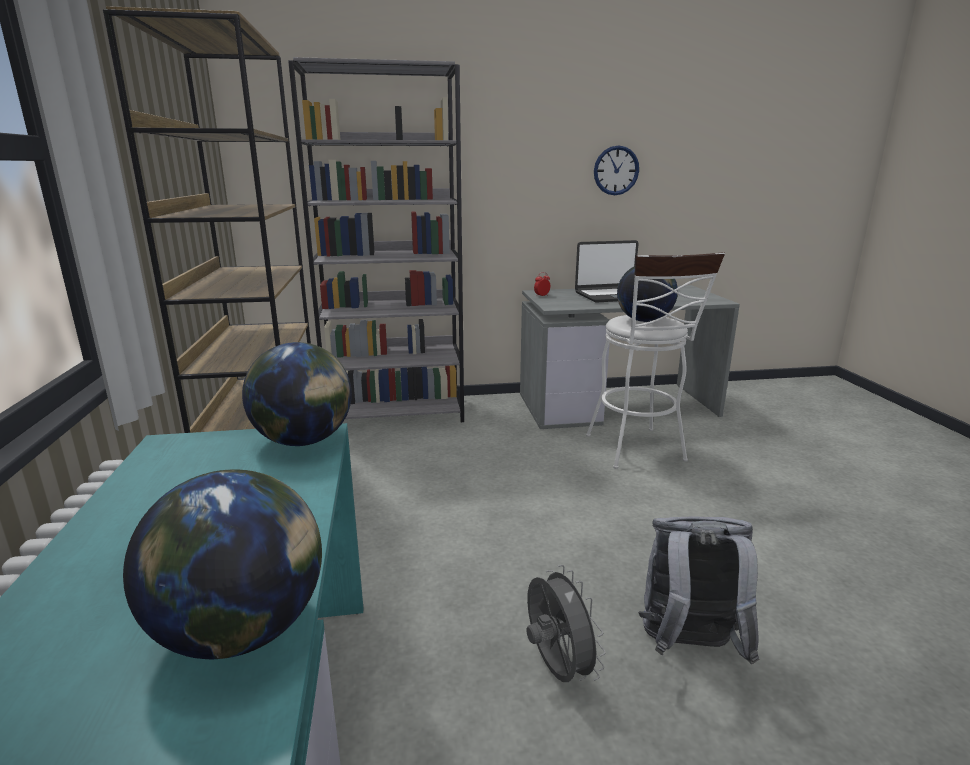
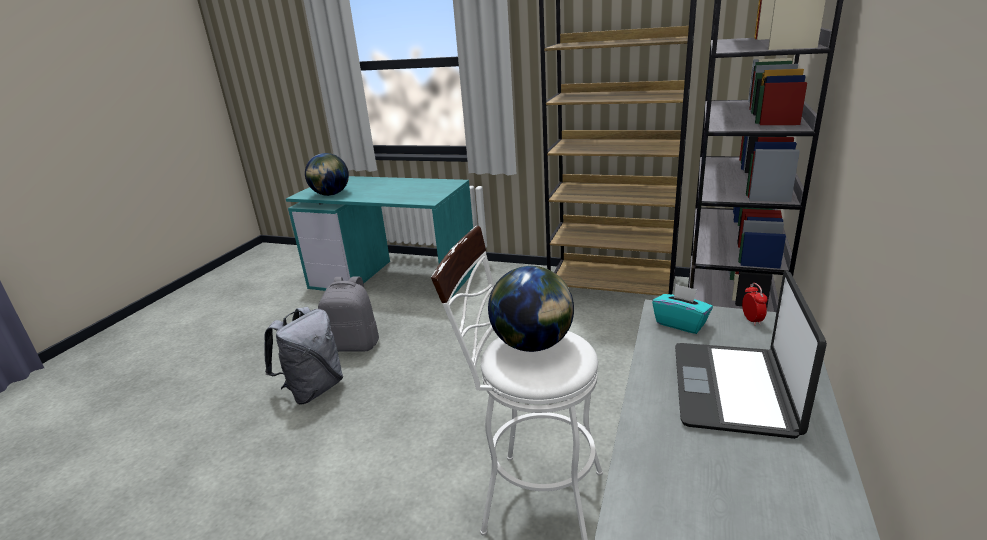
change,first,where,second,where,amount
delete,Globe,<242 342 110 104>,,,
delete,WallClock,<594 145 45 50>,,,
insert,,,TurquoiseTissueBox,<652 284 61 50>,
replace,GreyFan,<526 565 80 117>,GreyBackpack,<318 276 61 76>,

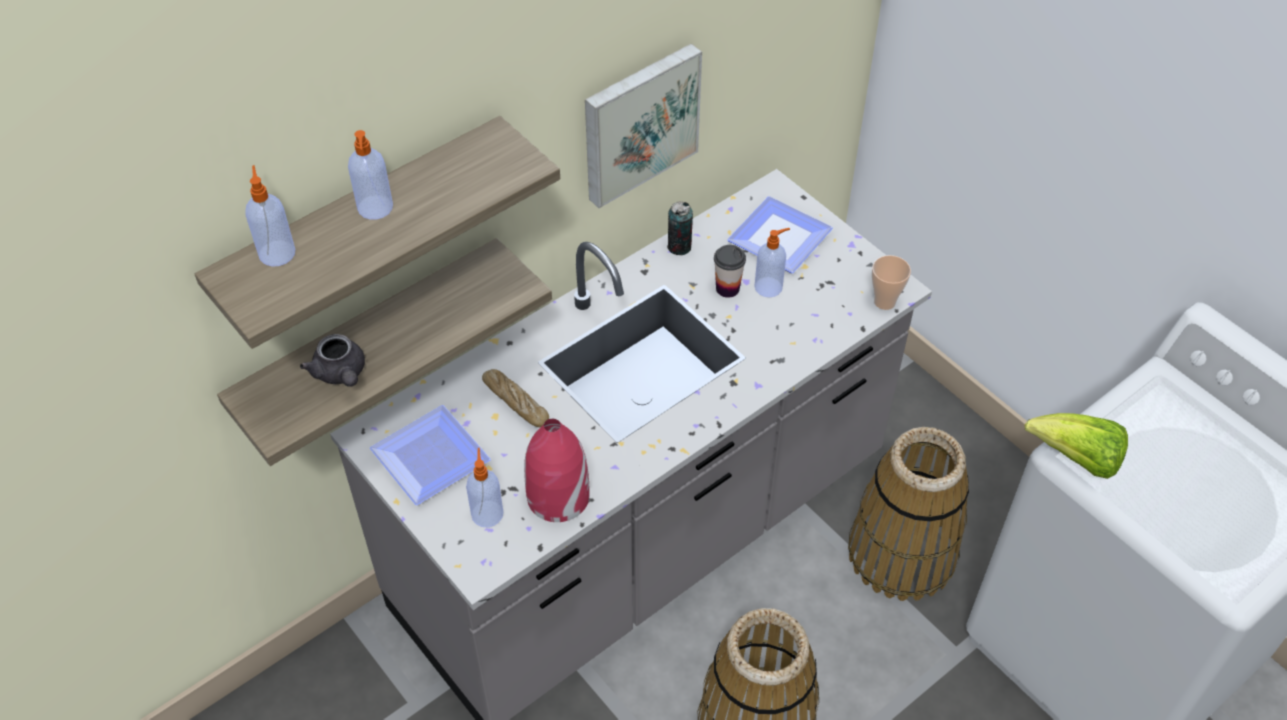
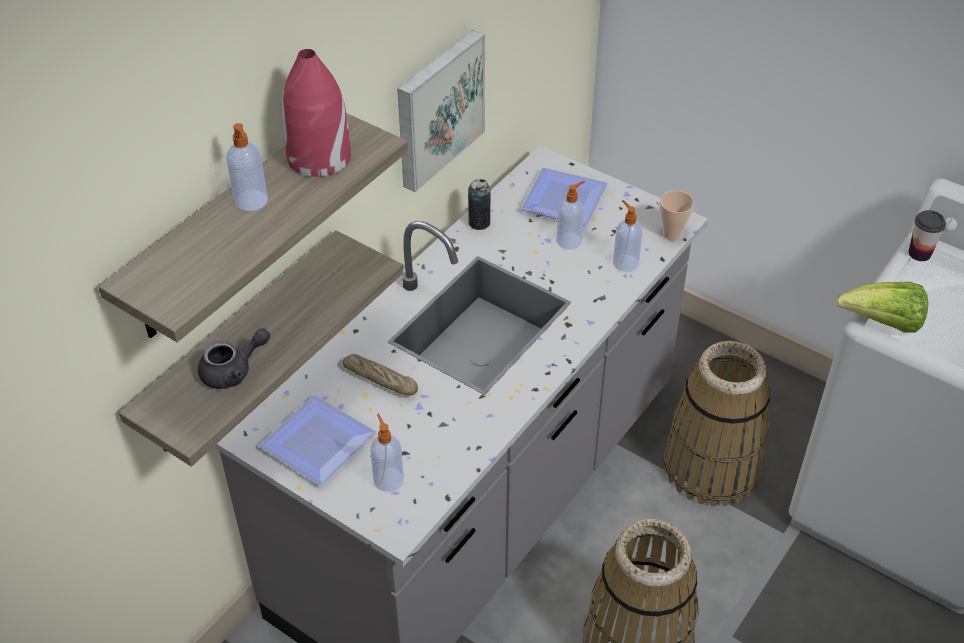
change,first,where,second,where,amount
move,SoapDispenser,<245 165 50 102>,,<613 200 29 72>,
move,RedVase,<524 419 66 103>,,<281 49 70 128>,
move,Cup,<714 245 32 53>,,<908 210 38 51>,
rotate,GreyTeapot,<300 334 65 53>,,<198 328 72 61>,75 degrees counterclockwise

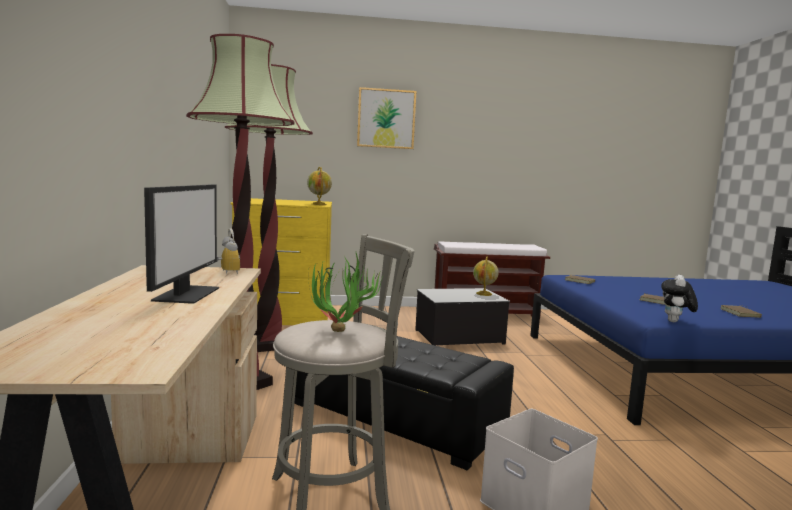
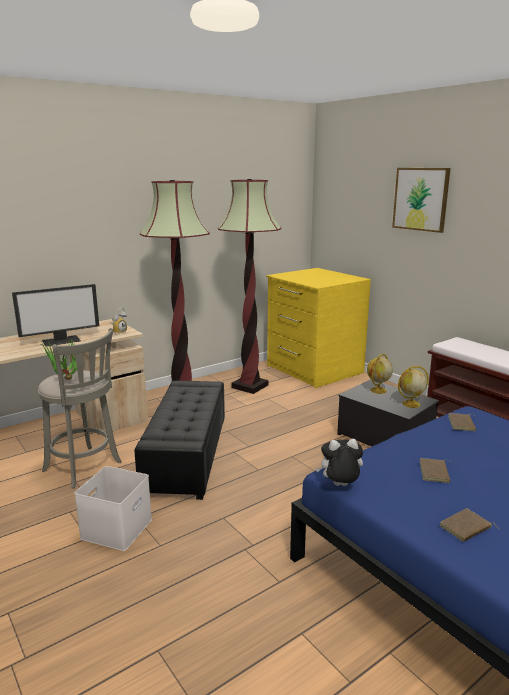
change,first,where,second,where,amount
move,Globe,<307 167 25 38>,,<367 354 26 40>,

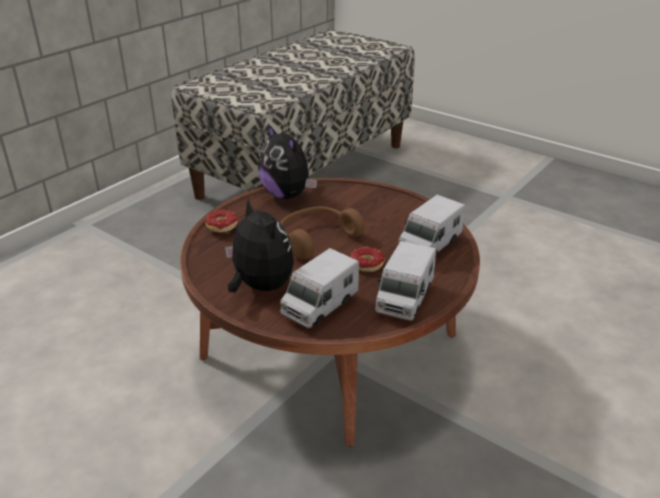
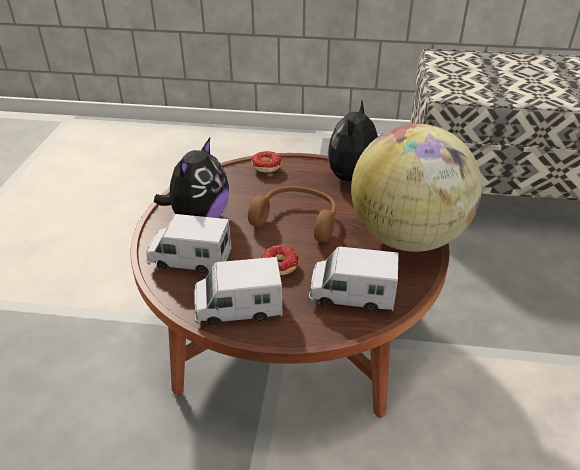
change,first,where,second,where,amount
insert,,,Globe,<351 124 131 128>,

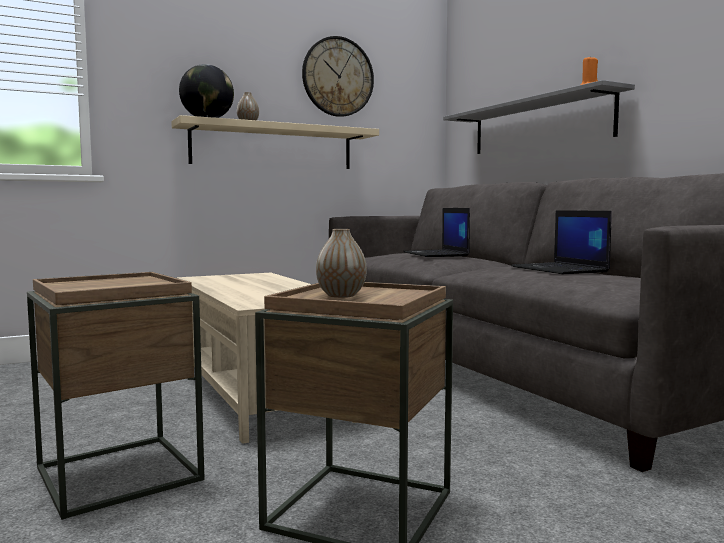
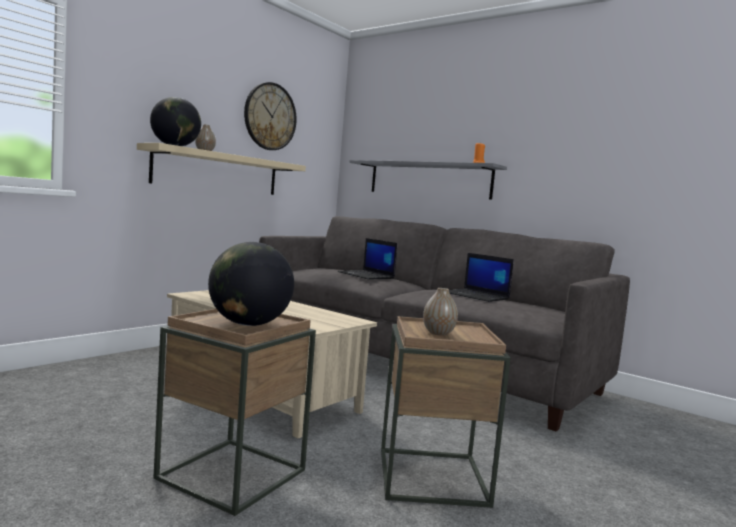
change,first,where,second,where,amount
insert,,,Globe,<208 242 86 84>,

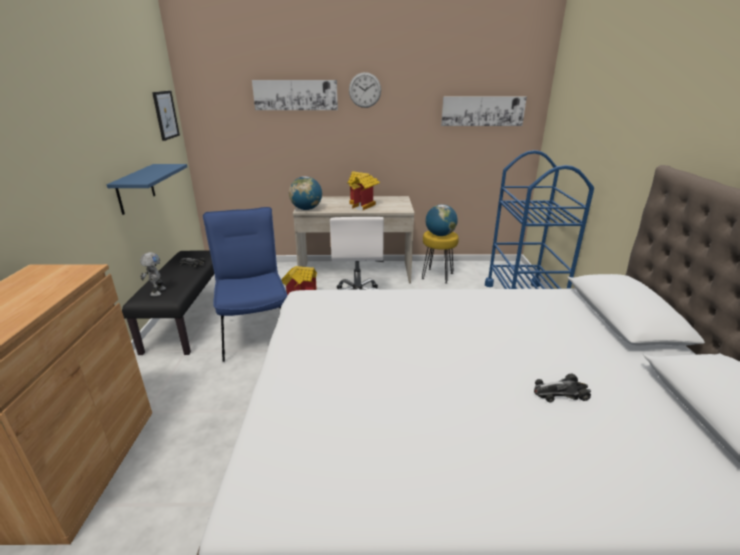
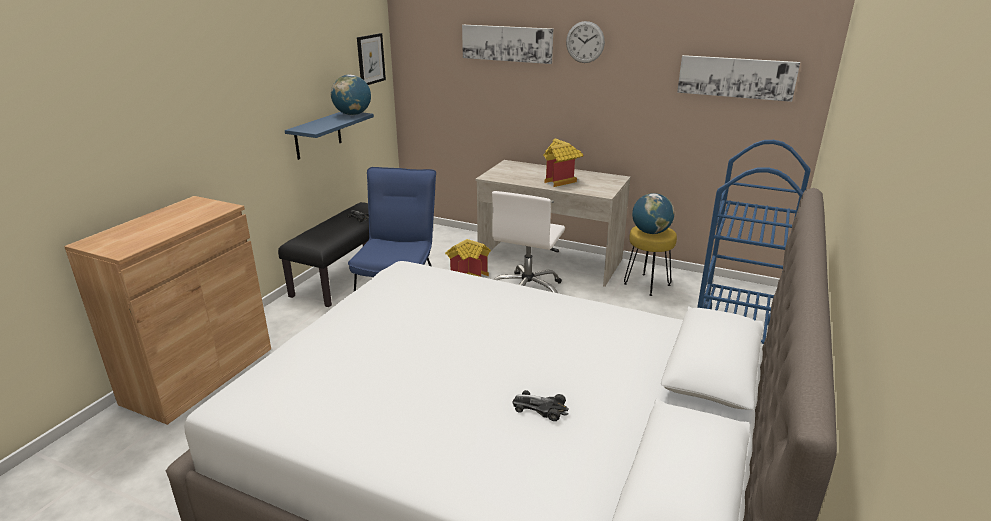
change,first,where,second,where,amount
delete,ToyRobot,<140 252 26 44>,,,
move,Globe,<289 176 33 34>,,<331 75 40 40>,

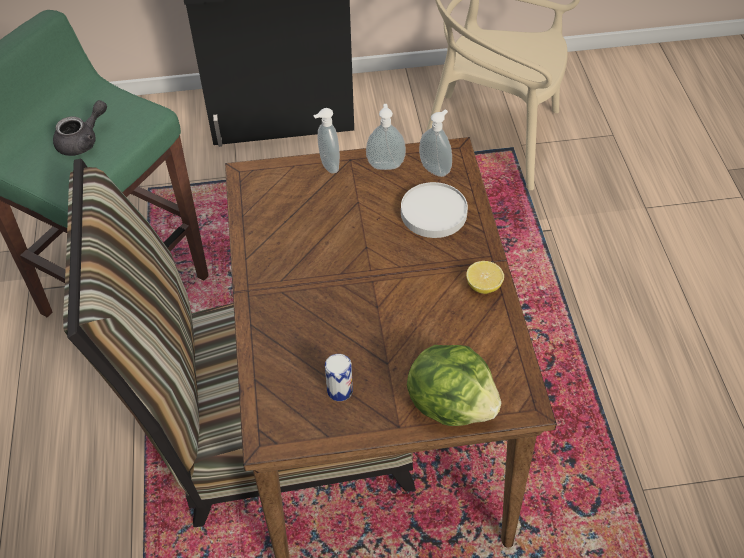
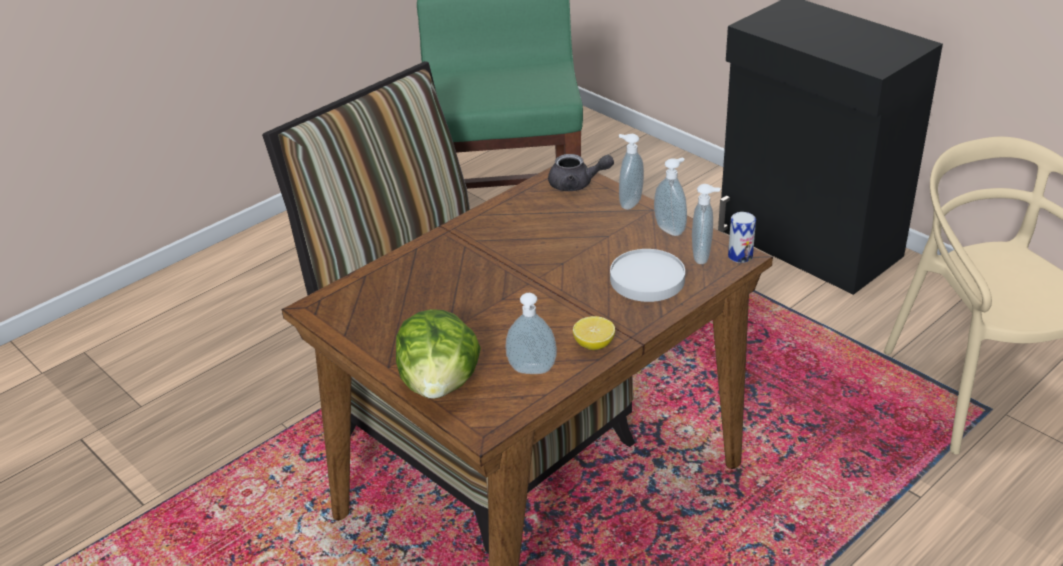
change,first,where,second,where,amount
insert,,,SoapDispenser,<505 293 52 81>,
move,GreyTeapot,<53 100 54 56>,,<548 154 66 37>,
move,Can,<325 354 28 47>,,<728 212 28 51>,

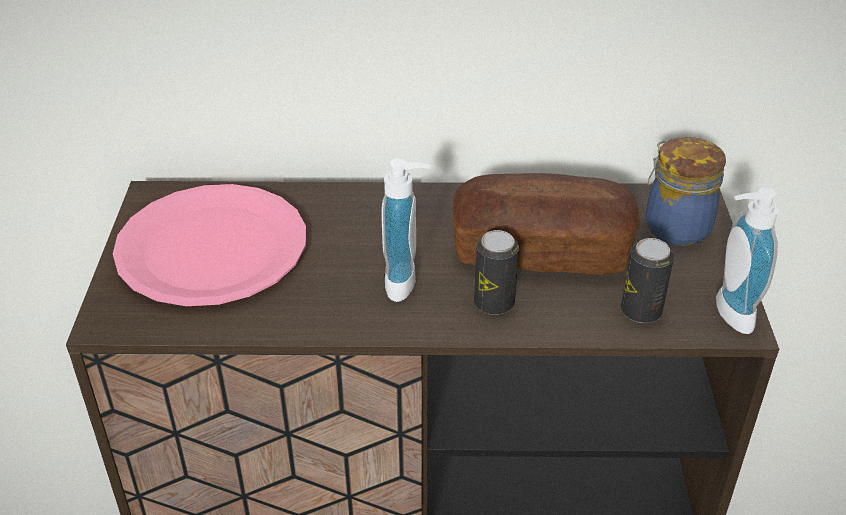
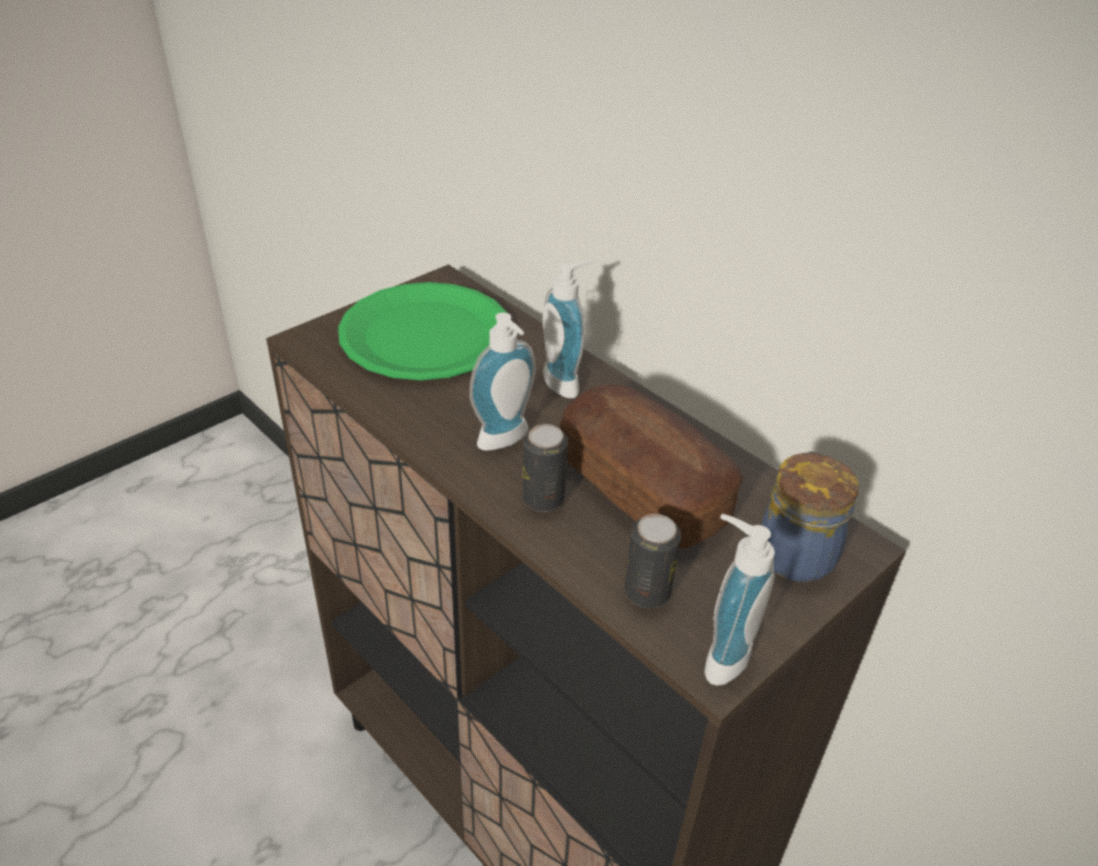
change,first,where,second,where,amount
insert,,,SoapDispenser,<543 260 51 138>,
recolor,PinkPlate,<113 184 193 122>,GreenPlate,<338 282 169 98>,

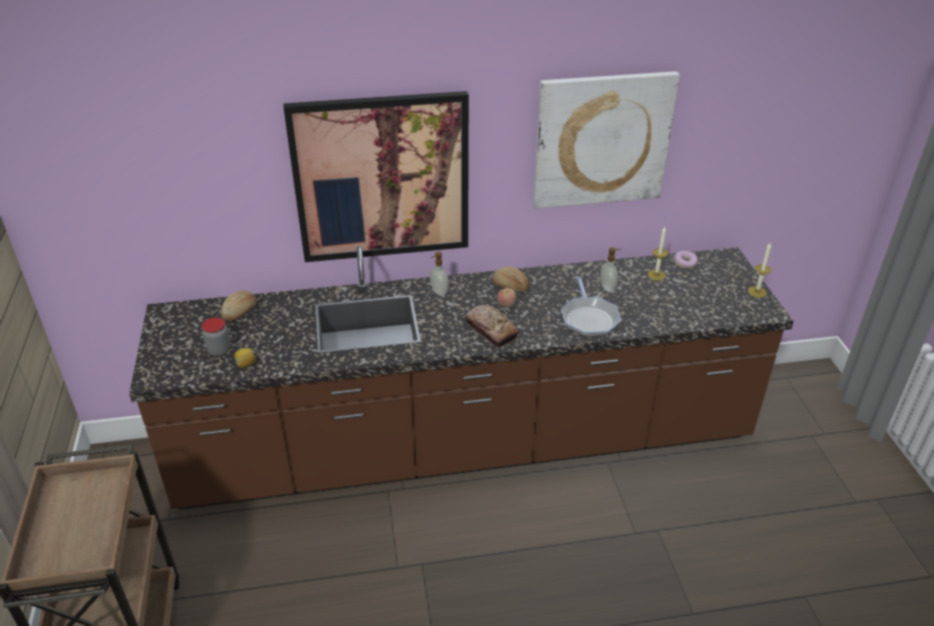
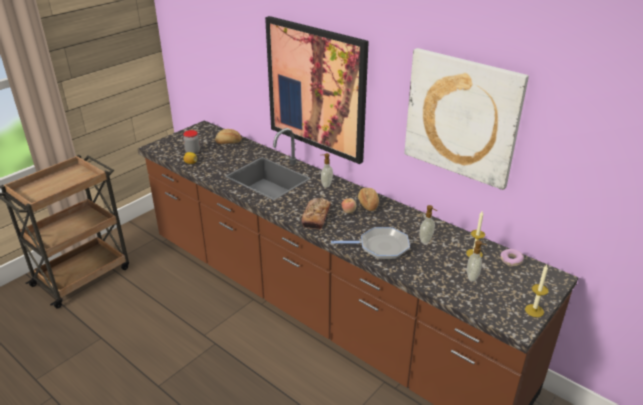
change,first,where,second,where,amount
insert,,,SoapDispenser,<467 240 20 41>,
rotate,FryingPan,<561 277 60 60>,,<331 227 79 32>,135 degrees counterclockwise

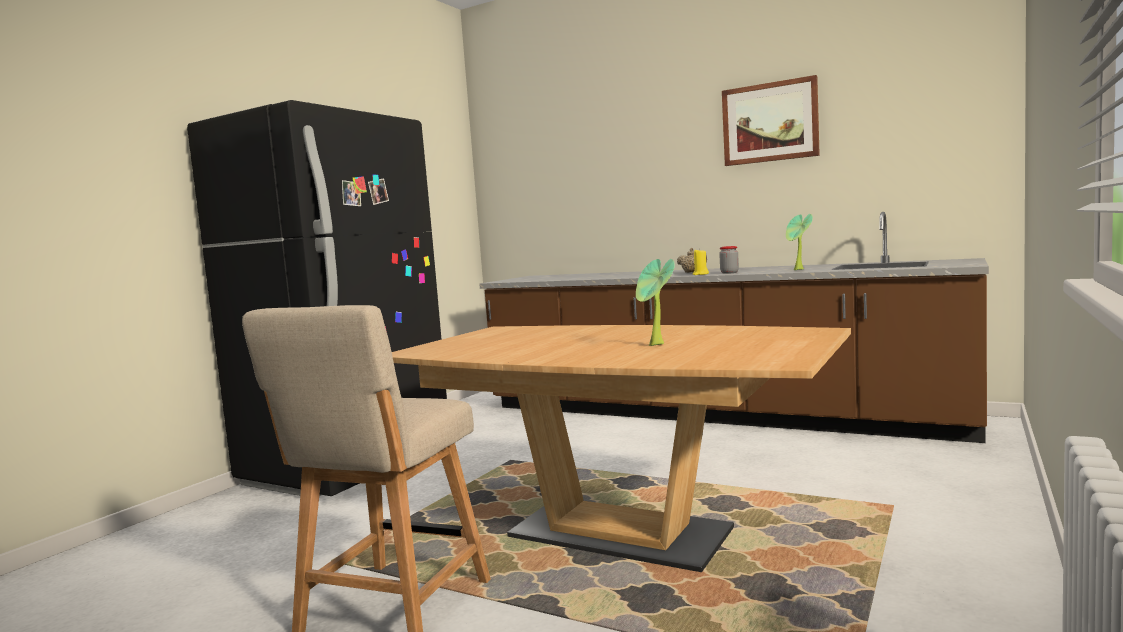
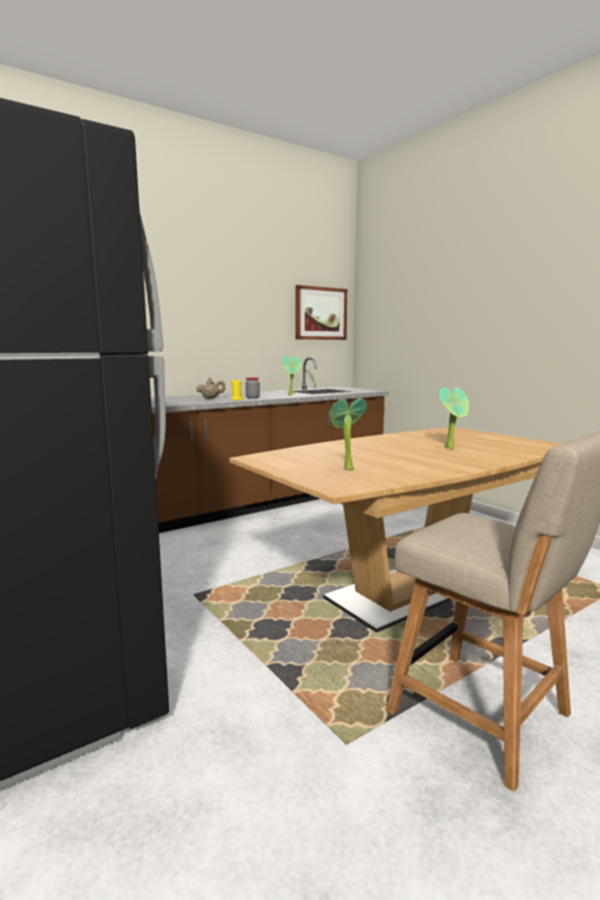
change,first,where,second,where,amount
insert,,,PottedPlant,<329 398 38 72>,
move,Picture,<722 75 98 91>,,<296 285 51 55>,

